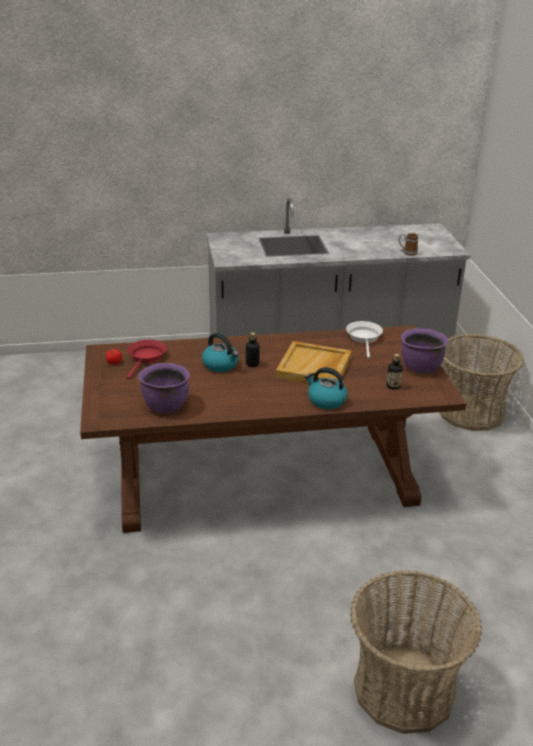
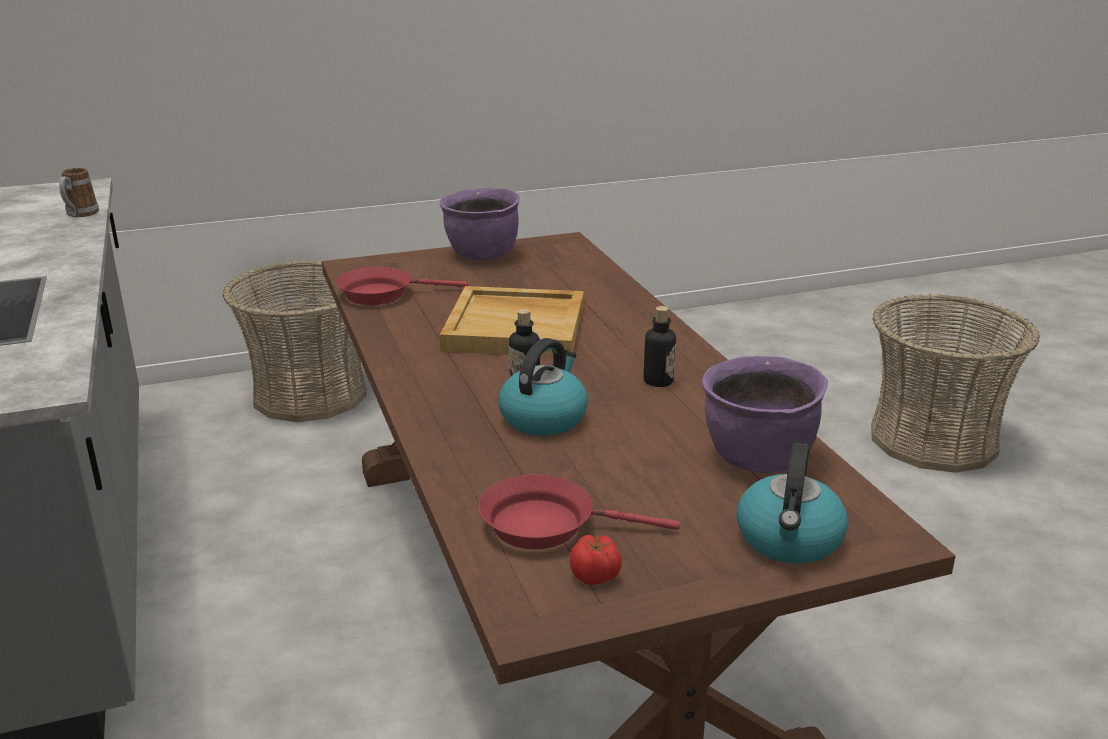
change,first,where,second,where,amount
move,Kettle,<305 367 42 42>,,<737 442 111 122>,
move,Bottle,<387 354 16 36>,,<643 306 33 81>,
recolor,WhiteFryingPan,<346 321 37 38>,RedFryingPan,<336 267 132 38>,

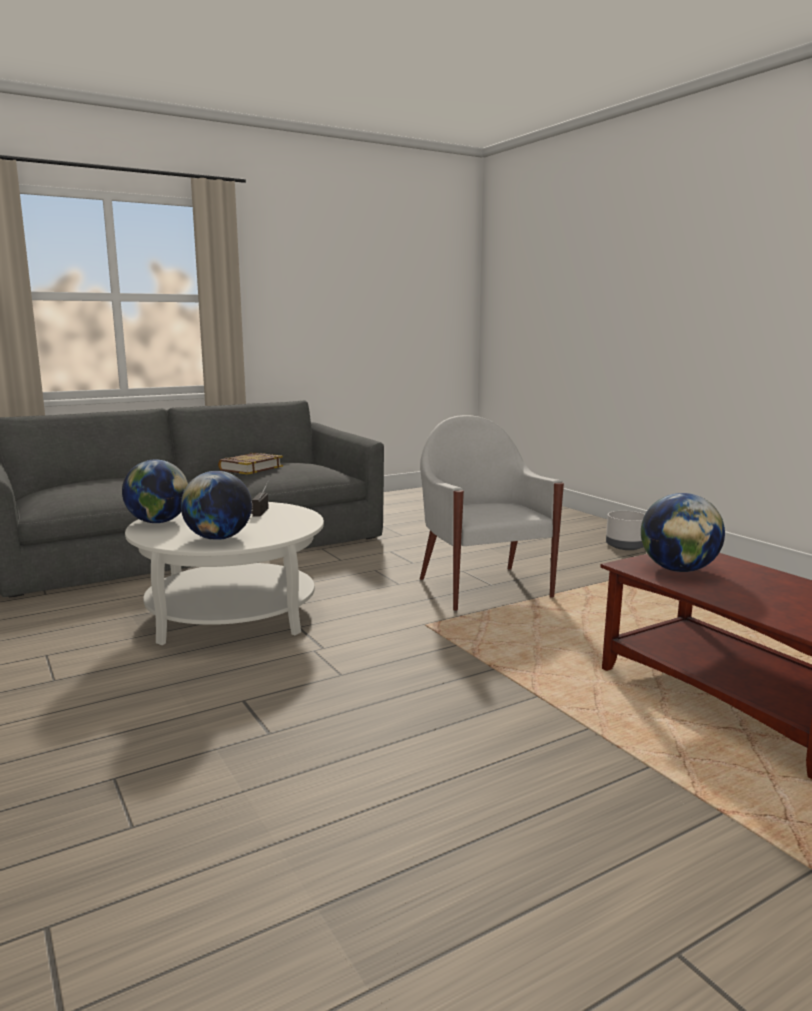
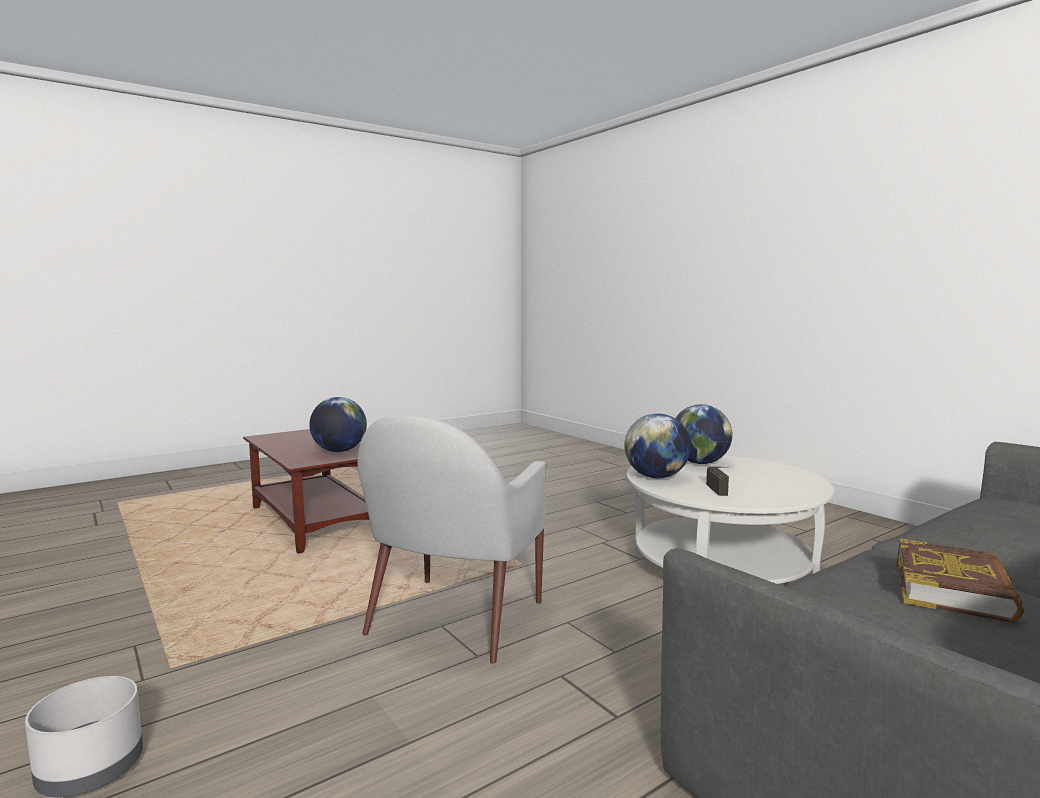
change,first,where,second,where,amount
move,Globe,<122 459 66 64>,,<624 413 67 65>,
rotate,WhiteArmchair,<420 415 144 196>,,<357 415 189 249>,45 degrees clockwise

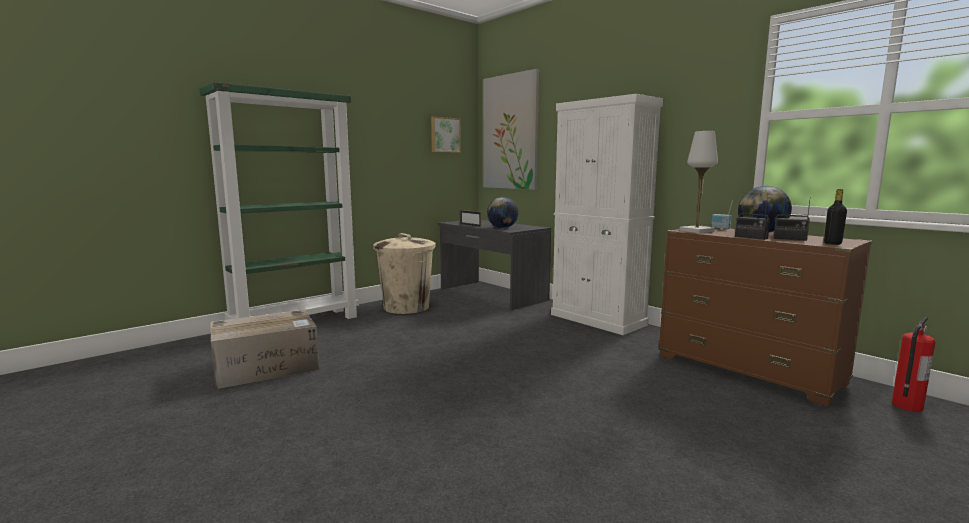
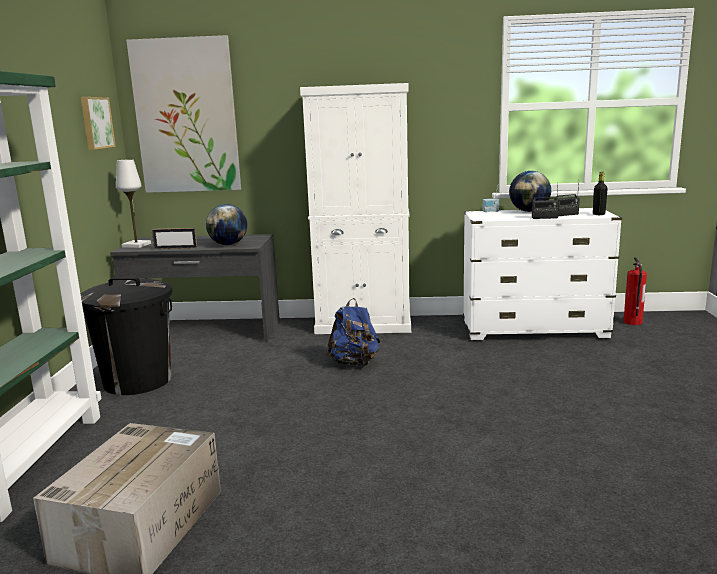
change,first,where,second,where,amount
insert,,,BlueBackpack,<326 298 54 68>,
move,WhiteTableLamp,<680 131 38 102>,,<116 159 35 89>,
recolor,BeigeTrashCan,<373 233 63 81>,BlackTrashCan,<80 277 93 118>,
recolor,BrownDresser,<658 226 215 180>,WhiteDresser,<463 208 159 132>,

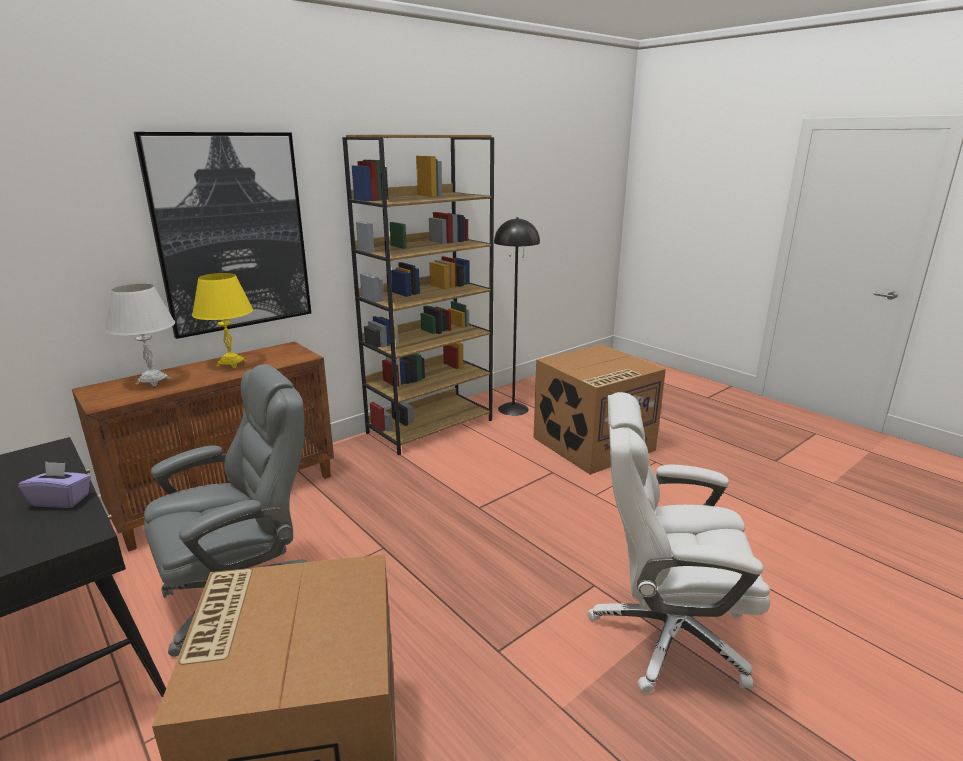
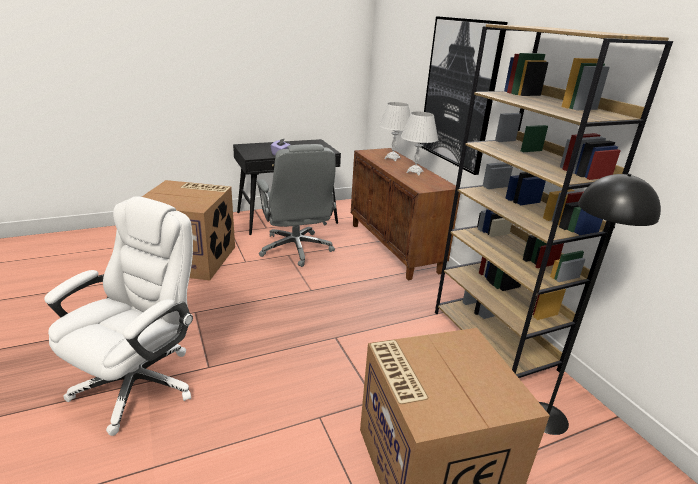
change,first,where,second,where,amount
recolor,YellowTableLamp,<192 273 61 95>,WhiteTableLamp,<401 112 37 63>,

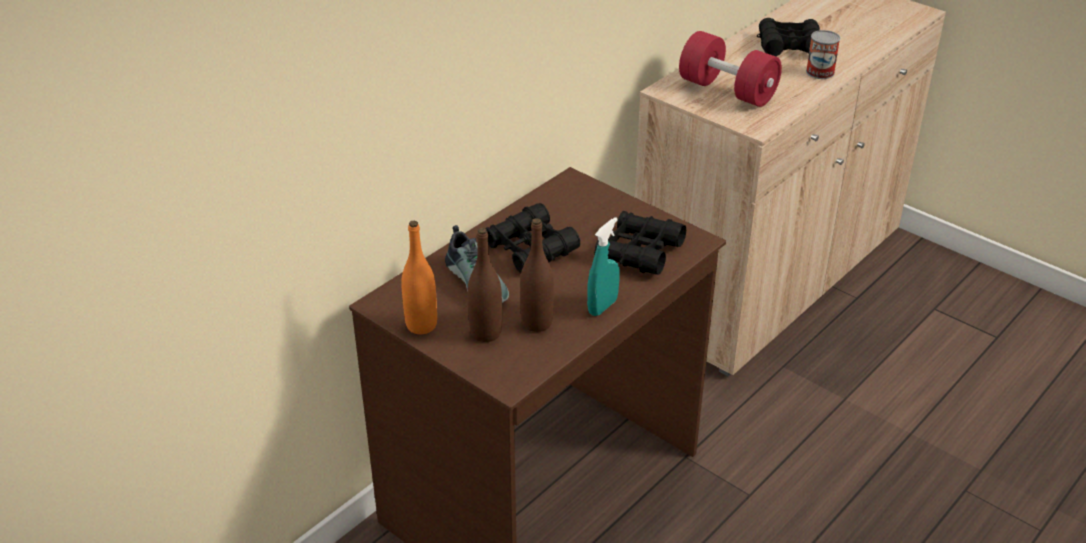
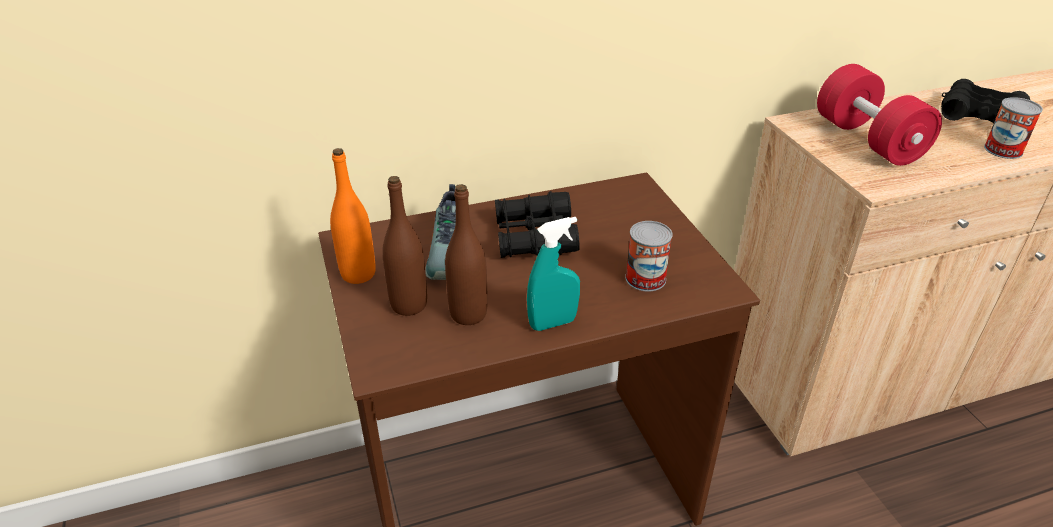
change,first,where,second,where,amount
replace,BlackBinoculars,<594 211 92 64>,Can,<625 221 48 71>,

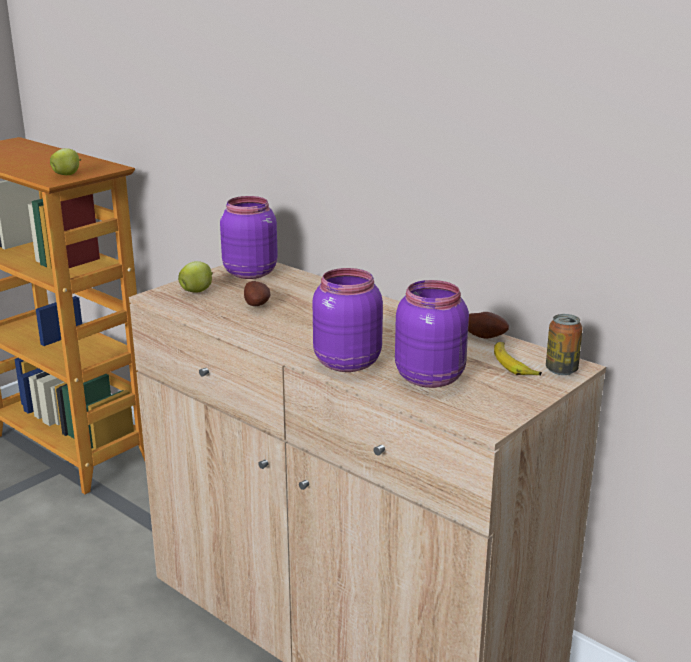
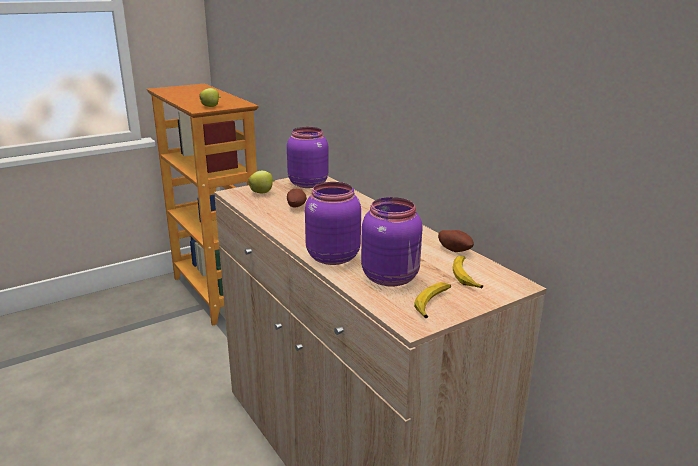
change,first,where,second,where,amount
delete,Can,<546 314 37 61>,,,
insert,,,Banana,<414 282 37 36>,

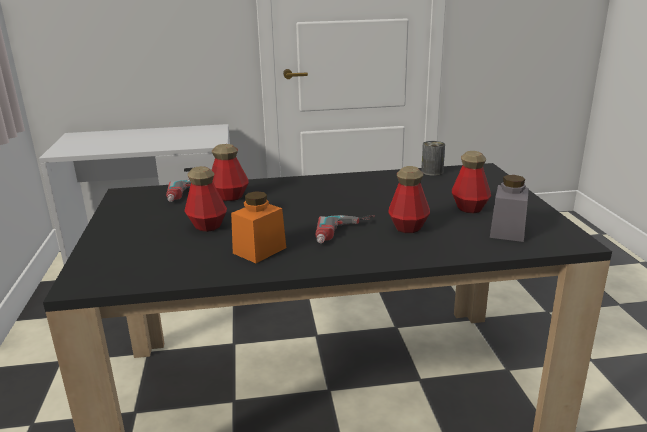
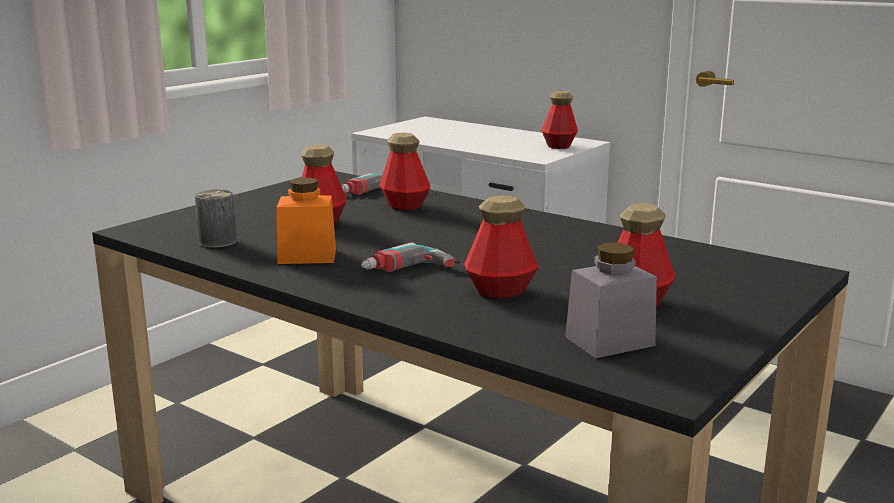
change,first,where,second,where,amount
insert,,,Bottle,<541 91 37 58>,
move,Can,<421 141 24 35>,,<195 189 42 59>,

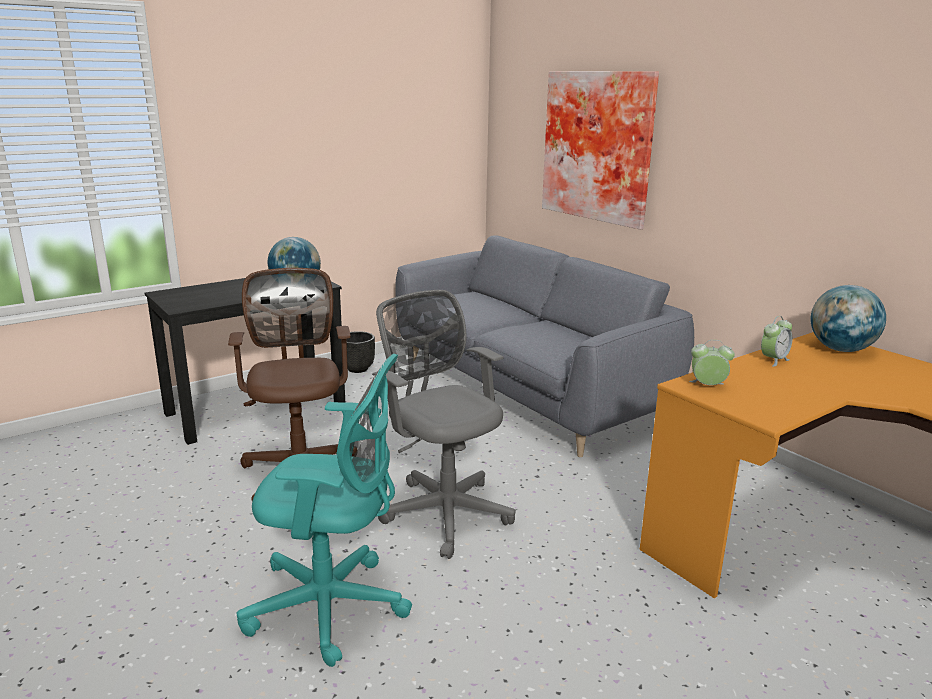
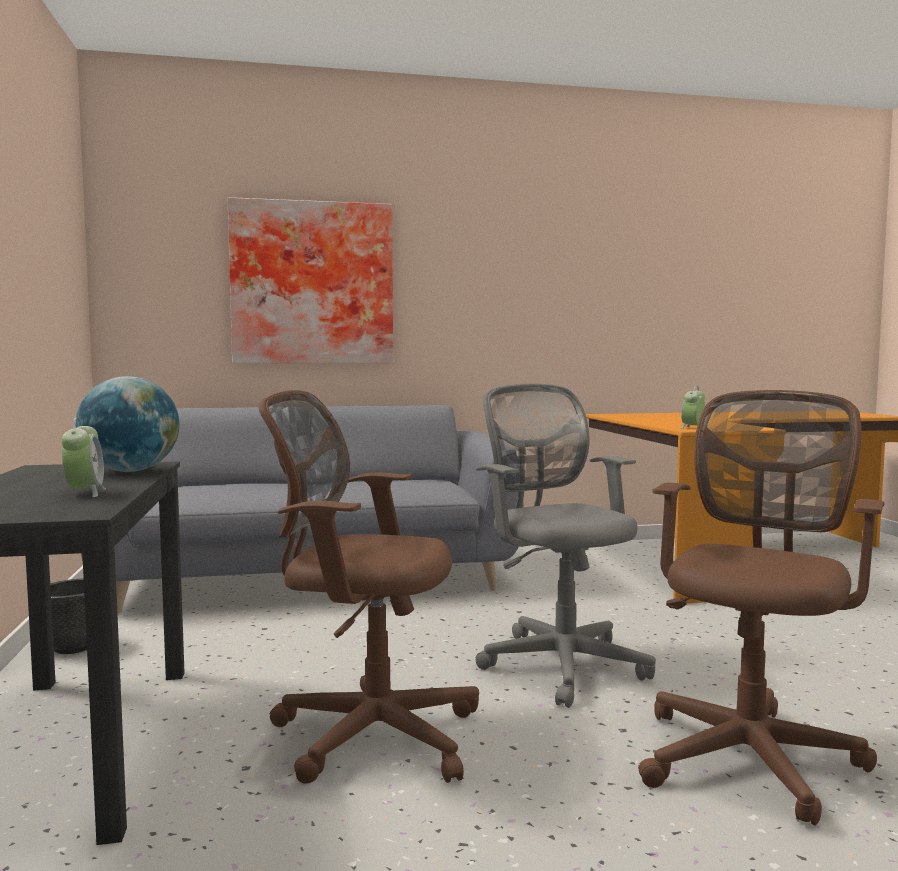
change,first,where,second,where,amount
delete,Globe,<811 285 75 67>,,,
move,AlarmClock,<761 316 31 51>,,<62 418 44 79>,
recolor,TurquoiseOfficeChair,<237 354 175 313>,BrownOfficeChair,<638 390 246 436>,
rotate,GreyOfficeChair,<372 290 144 269>,,<475 383 181 325>,75 degrees clockwise

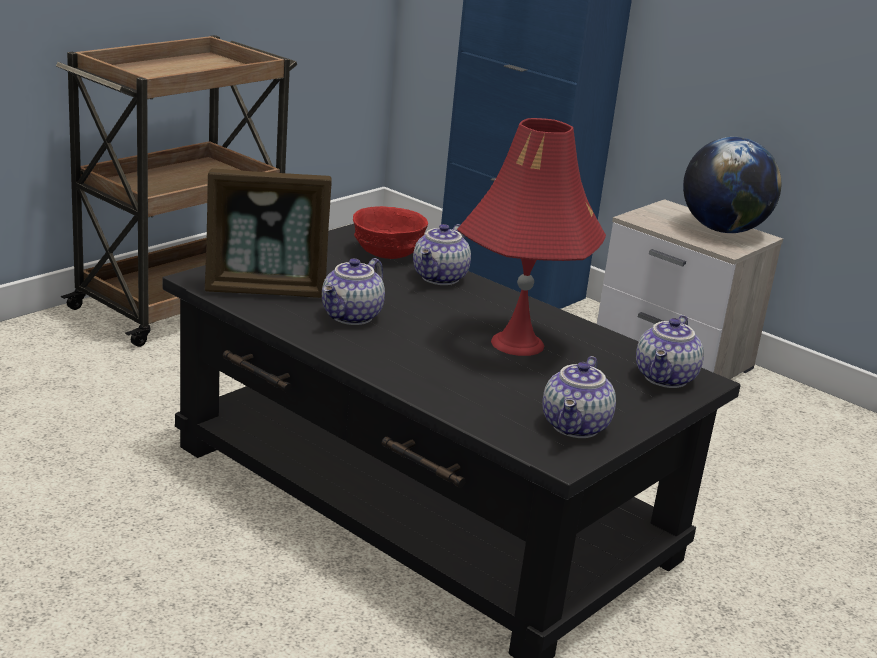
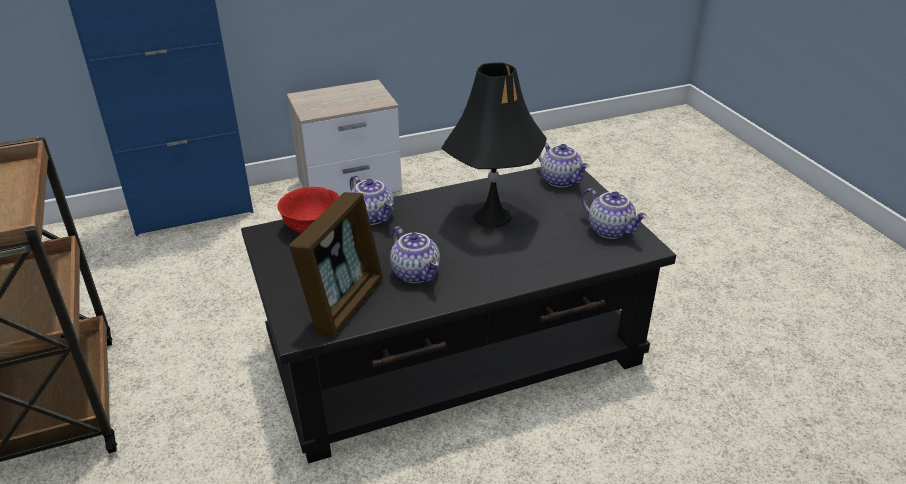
change,first,where,second,where,amount
delete,Globe,<683 137 98 96>,,,
recolor,RedTableLamp,<457 118 149 238>,BlackTableLamp,<442 62 105 166>,

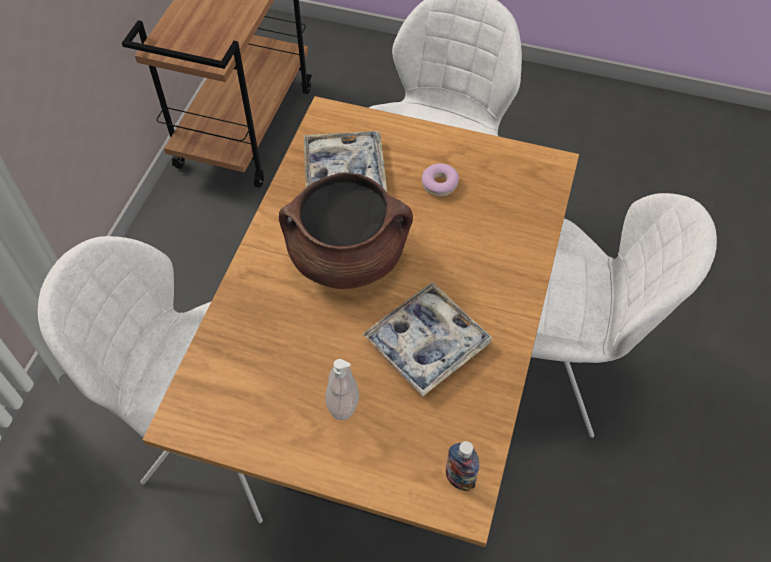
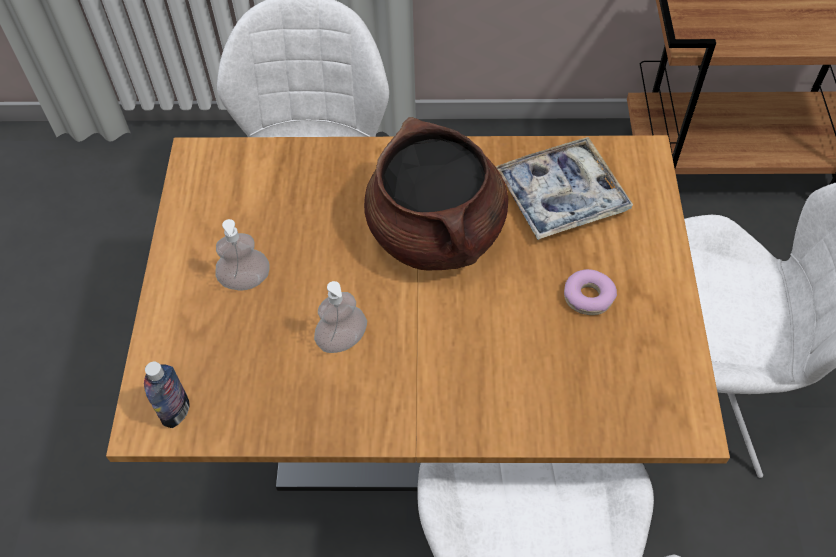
change,first,where,second,where,amount
replace,Tray,<362 282 130 114>,SoapDispenser,<314 281 53 72>,

